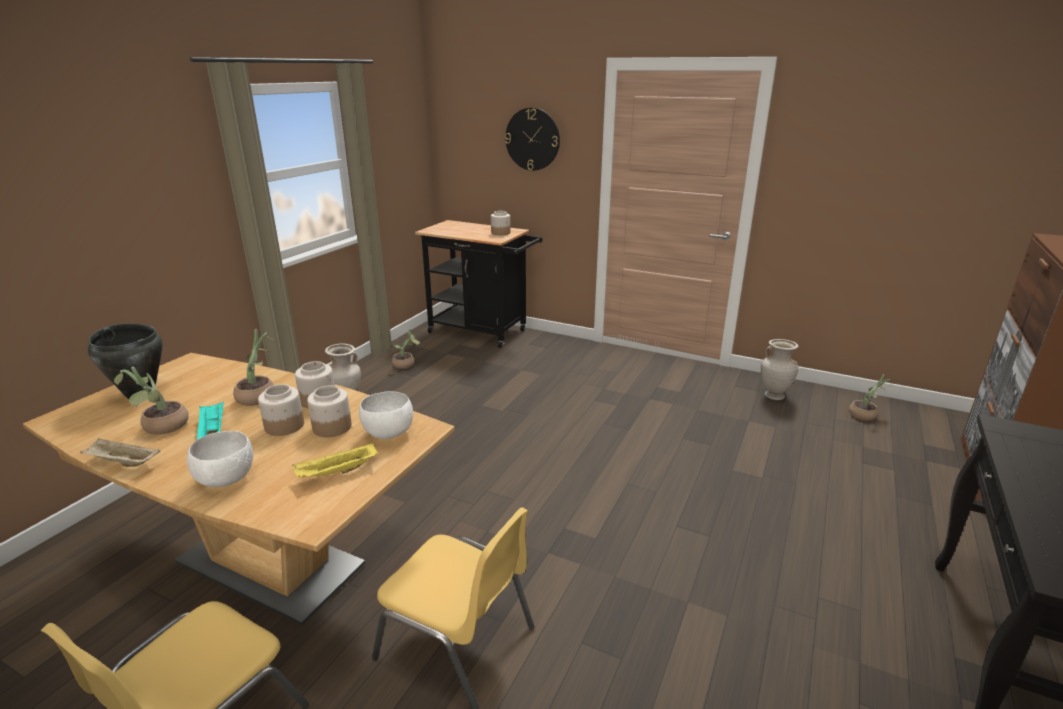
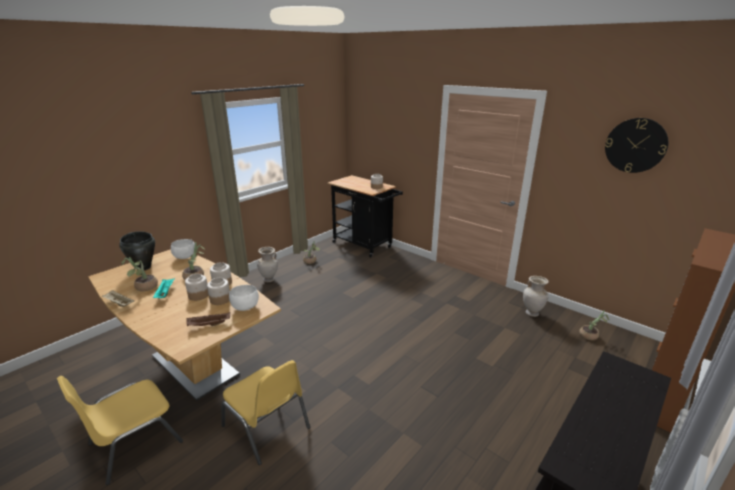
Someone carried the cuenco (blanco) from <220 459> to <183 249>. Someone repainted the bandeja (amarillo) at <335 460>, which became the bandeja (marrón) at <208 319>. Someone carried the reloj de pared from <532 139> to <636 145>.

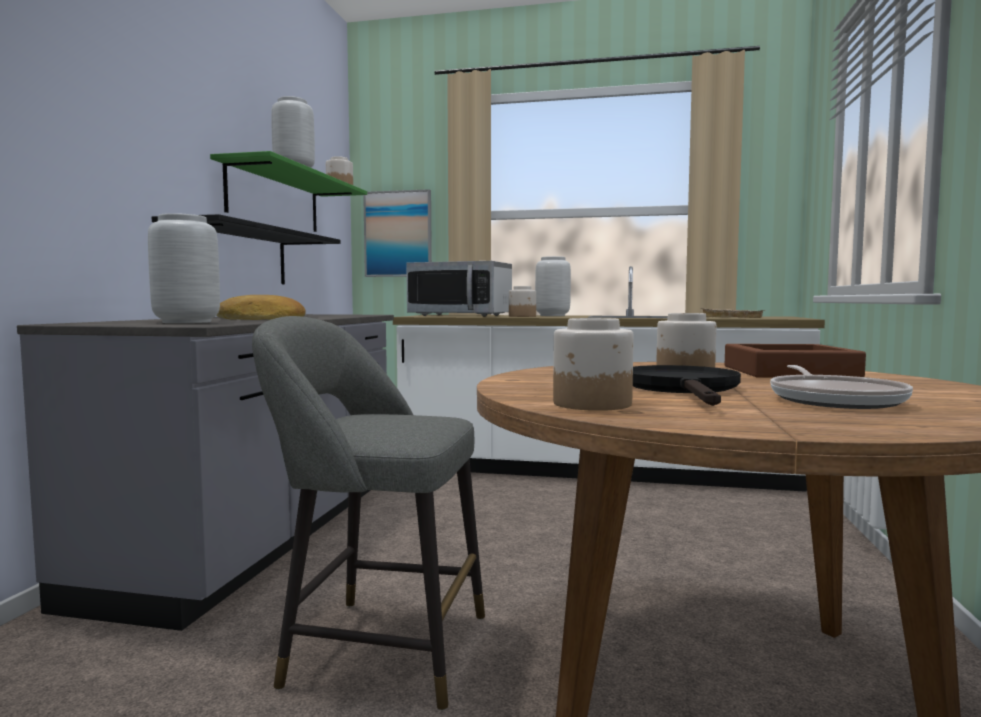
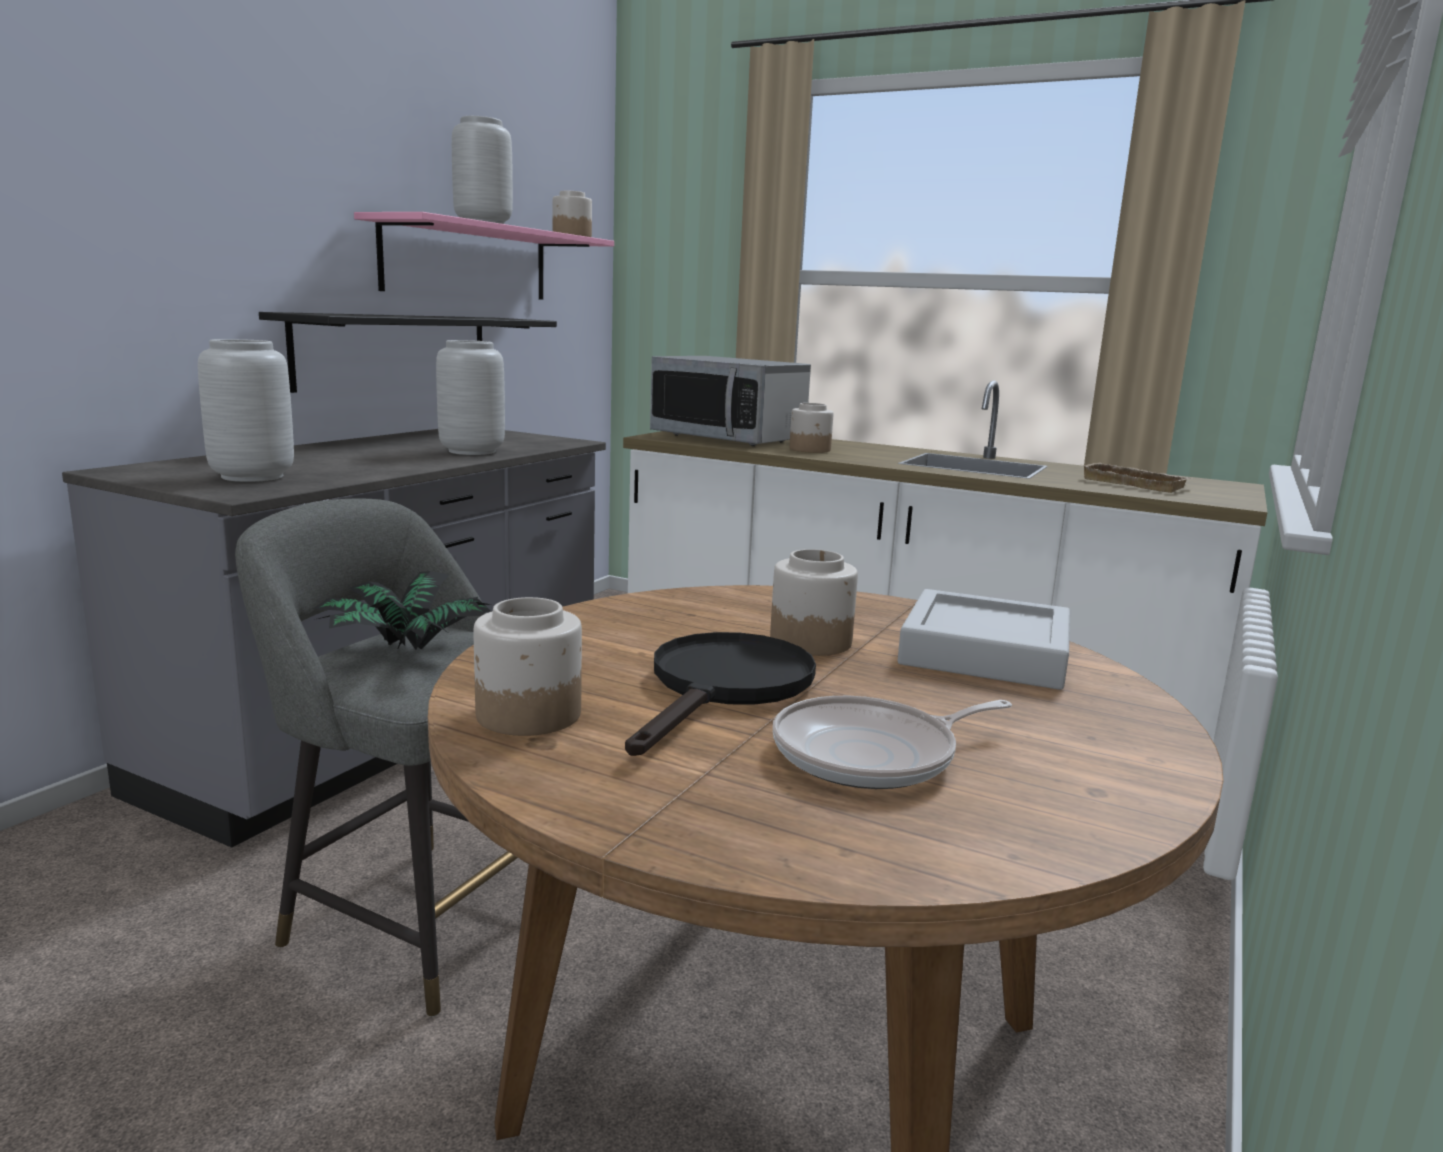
Someone repainted the estante (verde) at <288 191>, which became the estante (rosa) at <484 256>. Someone took away the pan at <261 307>. Someone took away the cuadro at <397 233>. Someone carried the florero (gris) from <553 286> to <470 397>. Someone repainted the bandeja (marrón) at <795 361>, which became the bandeja (gris) at <984 639>. Someone rotated the sartén at <841 387> by 45 degrees clockwise. Someone put down the planta en maceta at <402 610>.

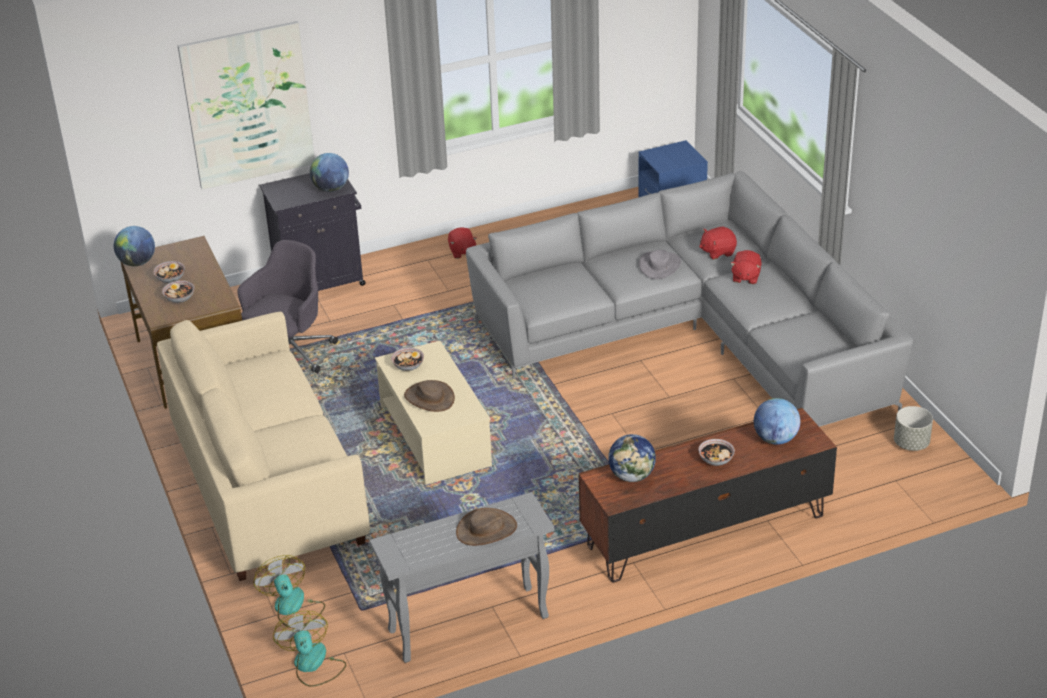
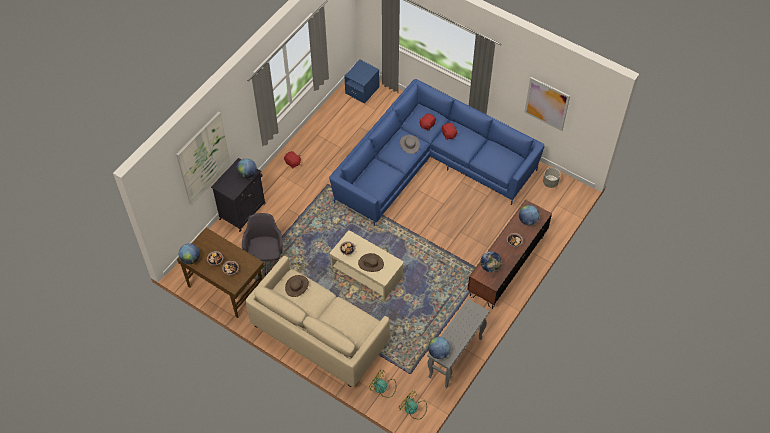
Someone carried the sombrero (marrón) from <486 527> to <297 286>. Someone repainted the sofá (gris) at <689 299>, which became the sofá (azul) at <436 152>. Someone put down the globo terráqueo at <439 348>. Someone put up the cuadro at <547 104>.

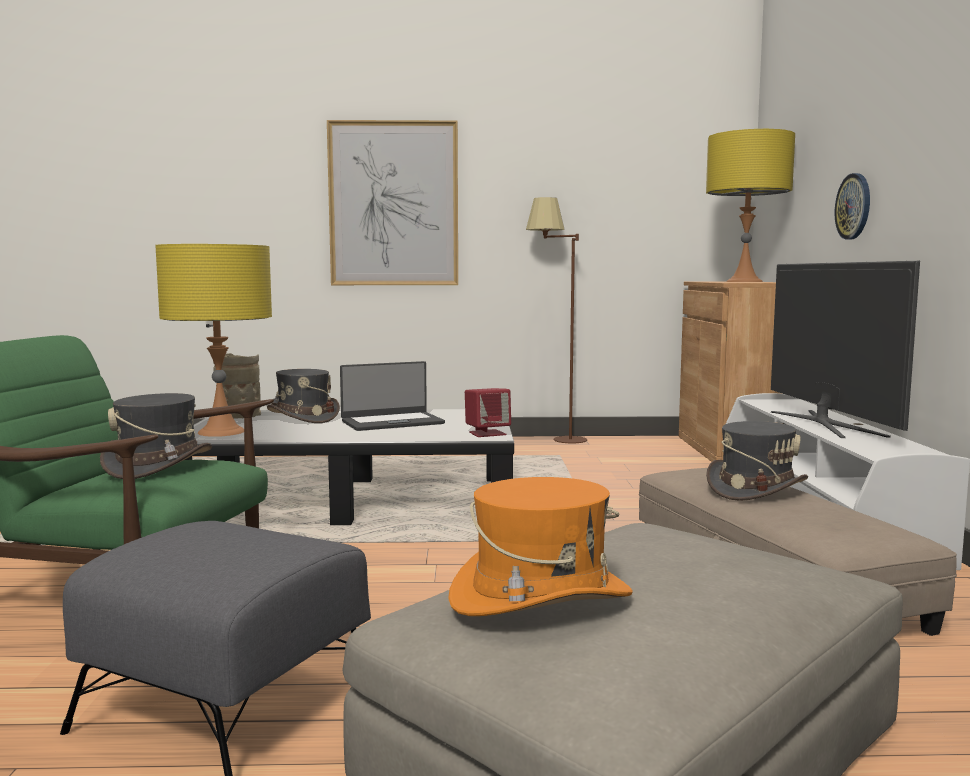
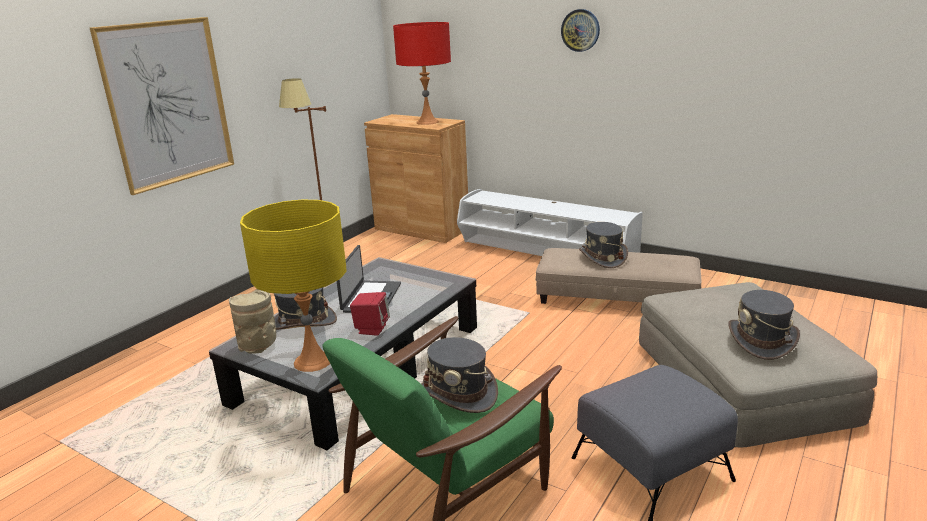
Someone repainted the sombrero (naranja) at <540 546>, which became the sombrero (gris) at <764 325>. Someone carried the altavoz (rojo) from <488 412> to <370 314>. Someone repainted the lámpara de mesa (amarillo) at <750 205>, which became the lámpara de mesa (rojo) at <422 73>. Someone took away the televisor at <845 349>. Someone carried the reloj de pared from <852 206> to <580 30>.

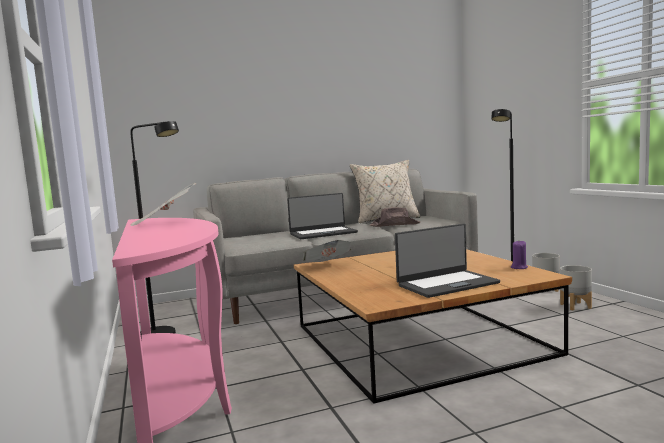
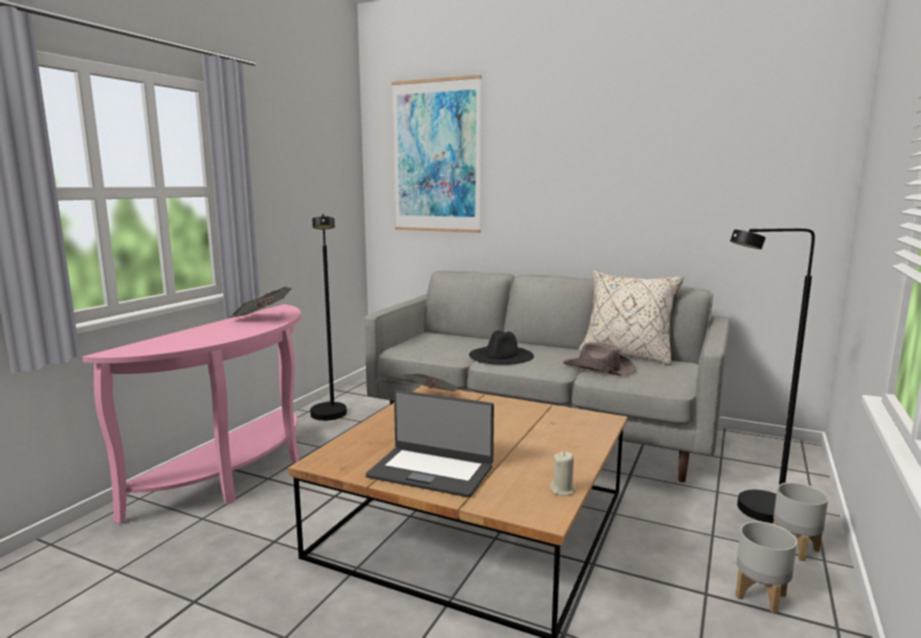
Someone swapped the portátil at <322 216> for the sombrero (negro) at <501 347>. Someone repainted the vela (morado) at <519 255>, which became the vela (beis) at <563 474>. Someone put up the cuadro at <437 154>.

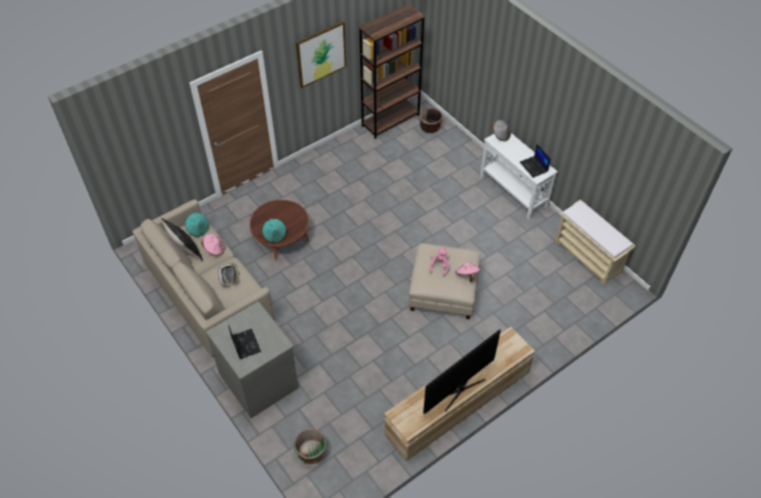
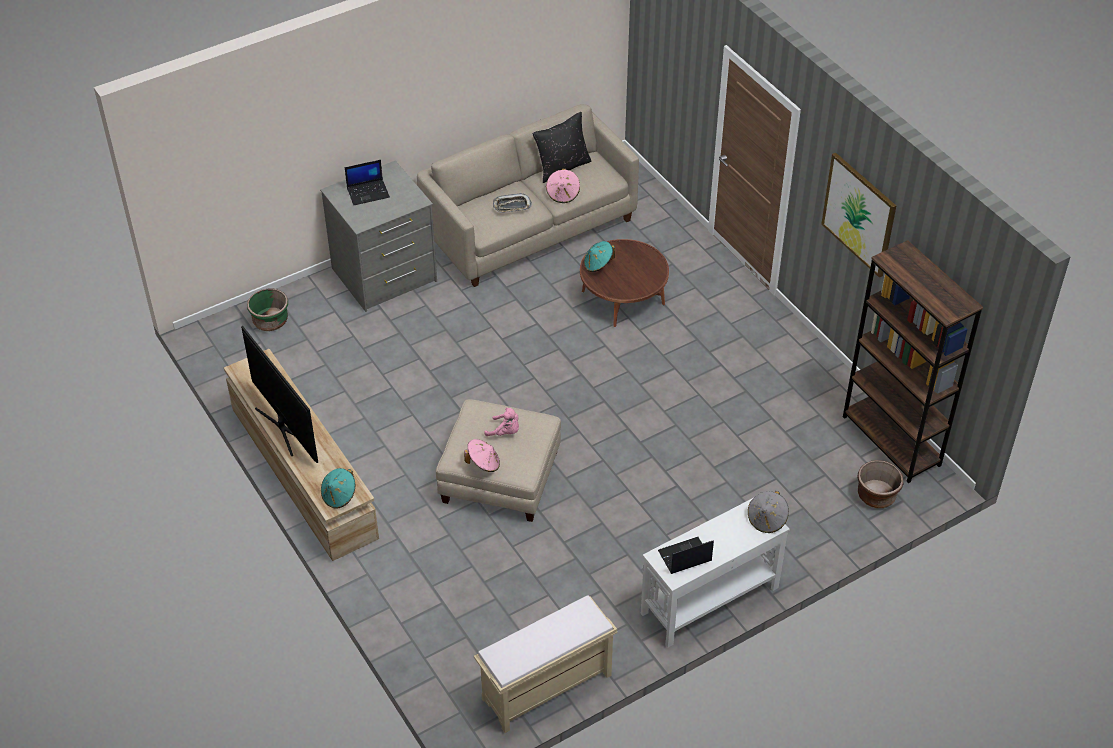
Someone carried the sombrero (turquesa) from <197 225> to <338 488>.

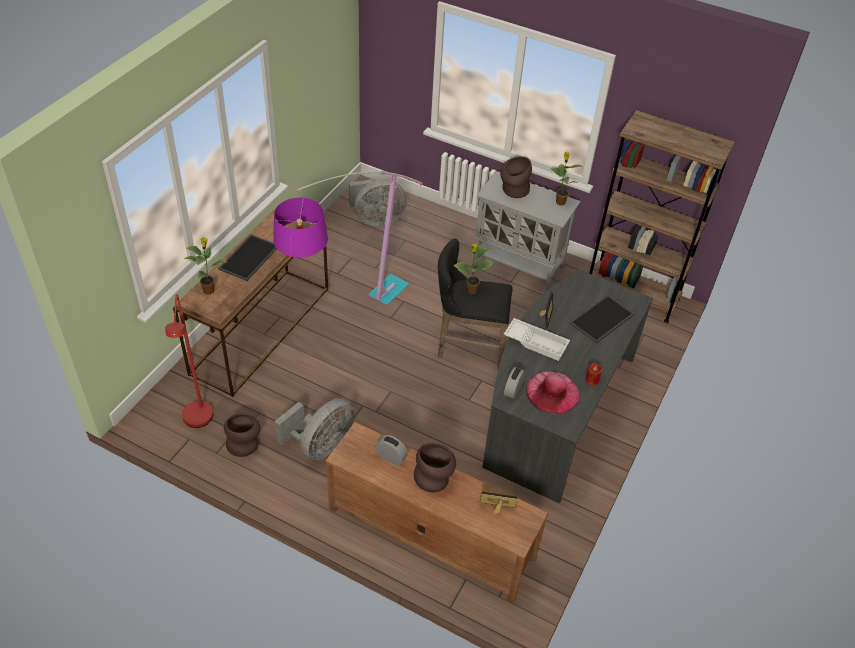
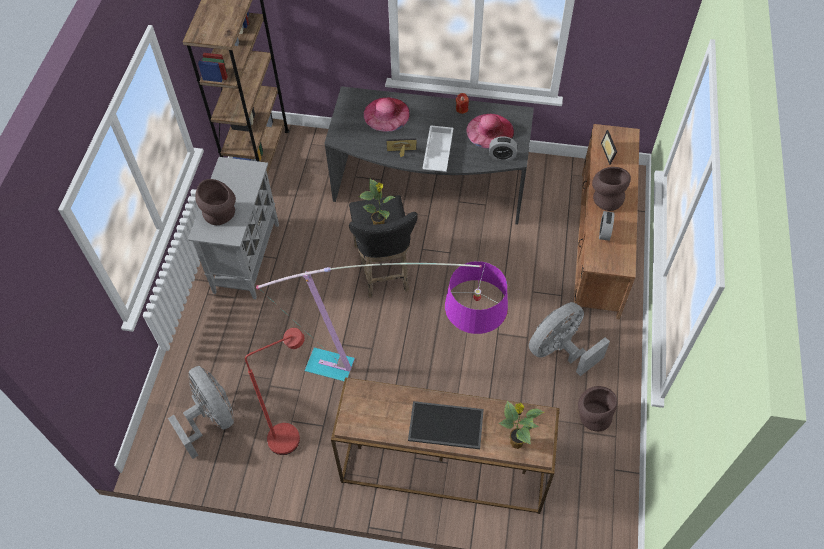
Someone carried the lámpara de pie (rojo) from <189 361> to <275 391>. Someone rotated the ventilador (gris) at <315 429> by 60 degrees counterclockwise. Someone took away the planta en maceta at <566 178>. Someone swapped the bandeja at <602 319> for the sombrero (rosa) at <387 114>.

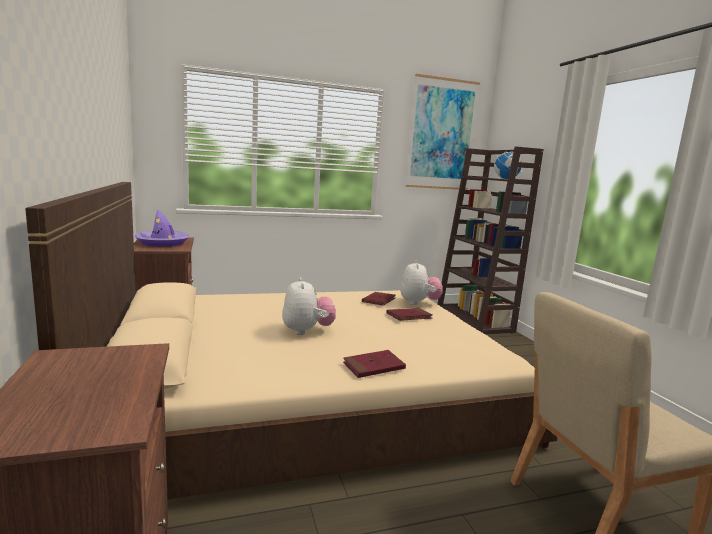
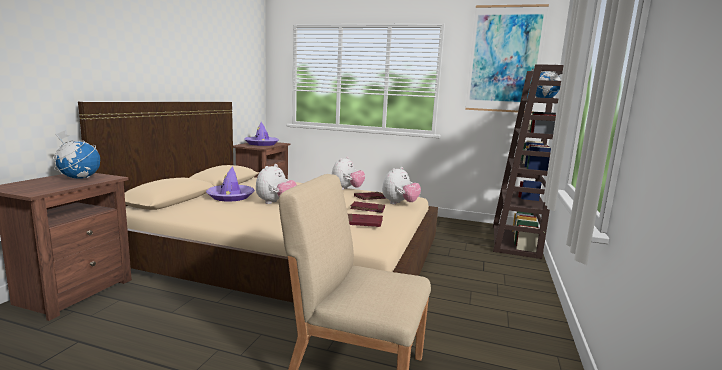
Someone carried the libro (rojo) from <374 364> to <365 220>. Someone put down the globo terráqueo at <76 155>. Someone put down the sombrero (morado) at <230 183>. Someone put down the peluche at <348 173>.

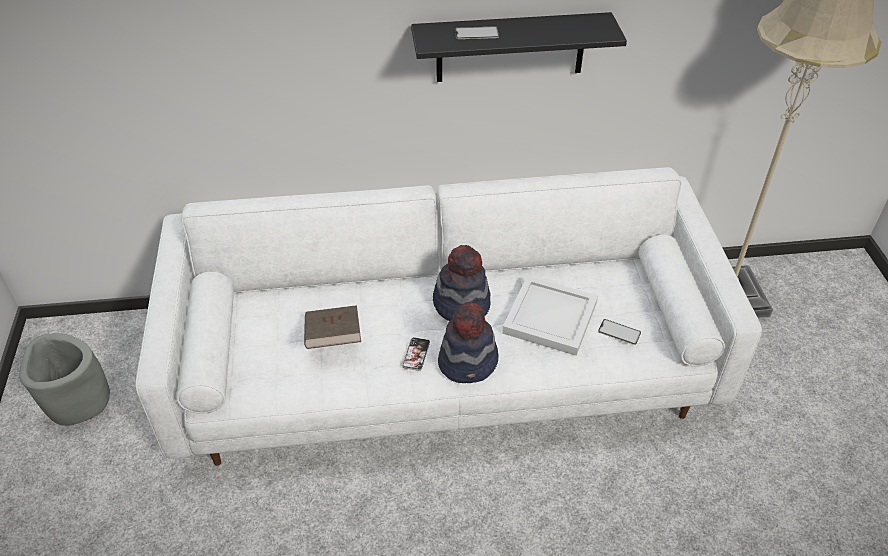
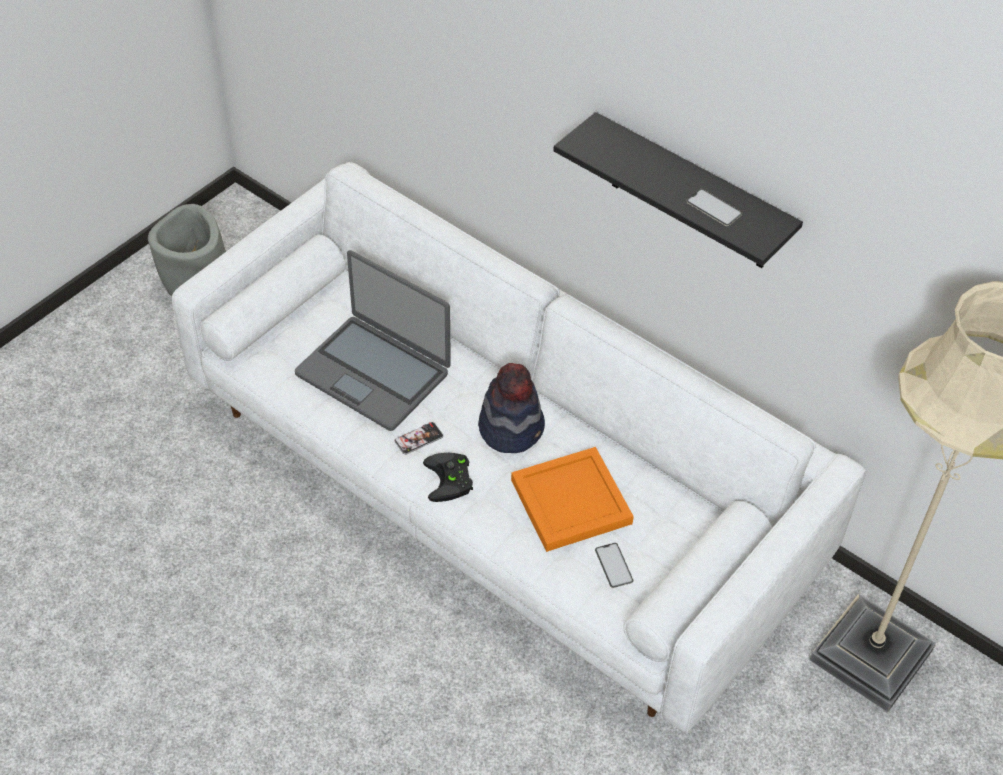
Someone swapped the libro (marrón) at <332 327> for the portátil at <373 340>. Someone swapped the sombrero at <468 342> for the mando de consola (negro) at <448 477>. Someone carried the móvil from <477 32> to <714 207>. Someone repainted the bandeja (blanco) at <550 316>, which became the bandeja (naranja) at <572 499>.

